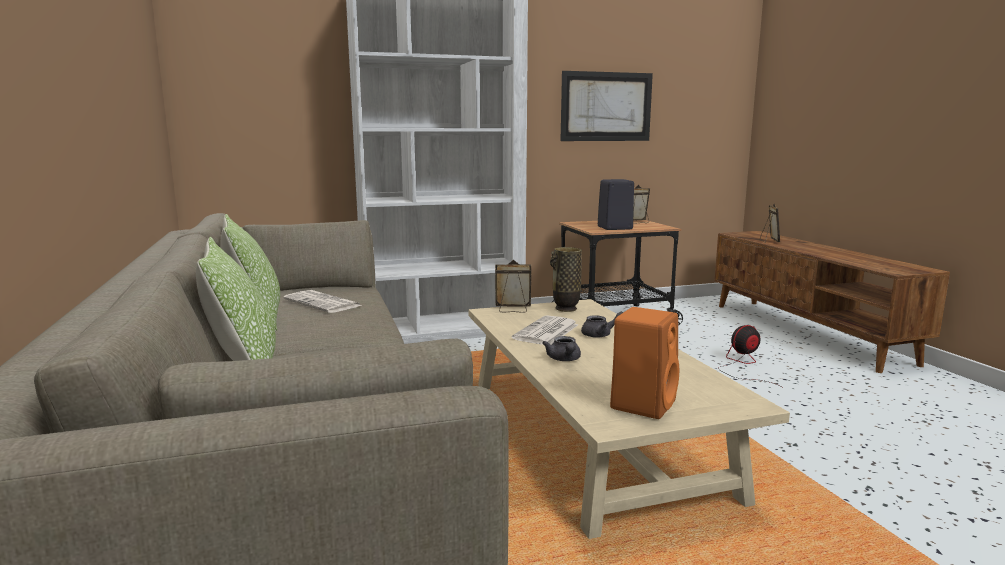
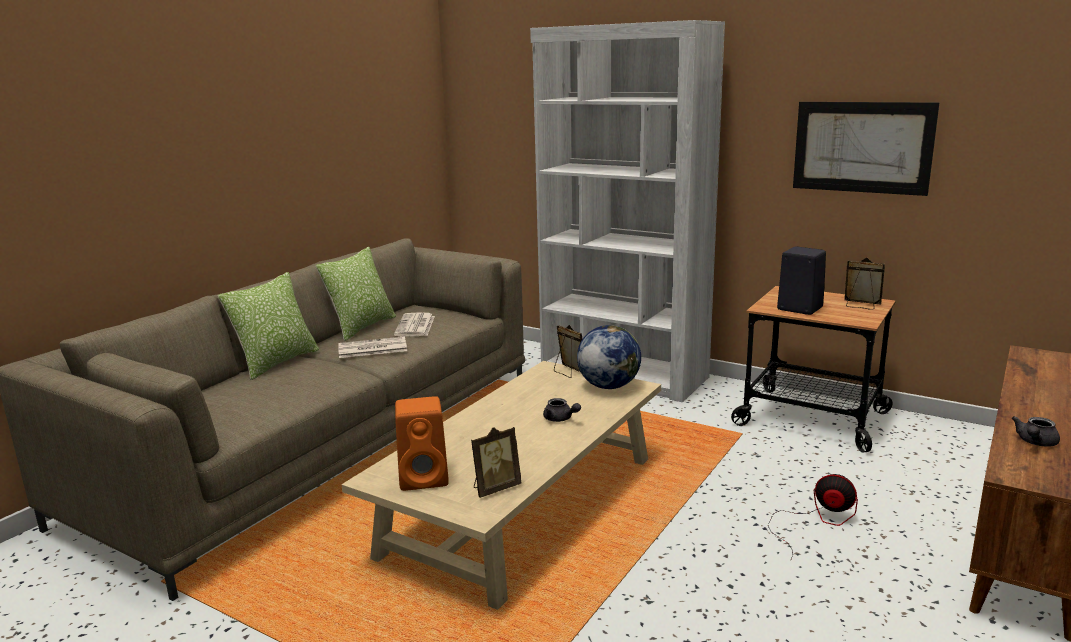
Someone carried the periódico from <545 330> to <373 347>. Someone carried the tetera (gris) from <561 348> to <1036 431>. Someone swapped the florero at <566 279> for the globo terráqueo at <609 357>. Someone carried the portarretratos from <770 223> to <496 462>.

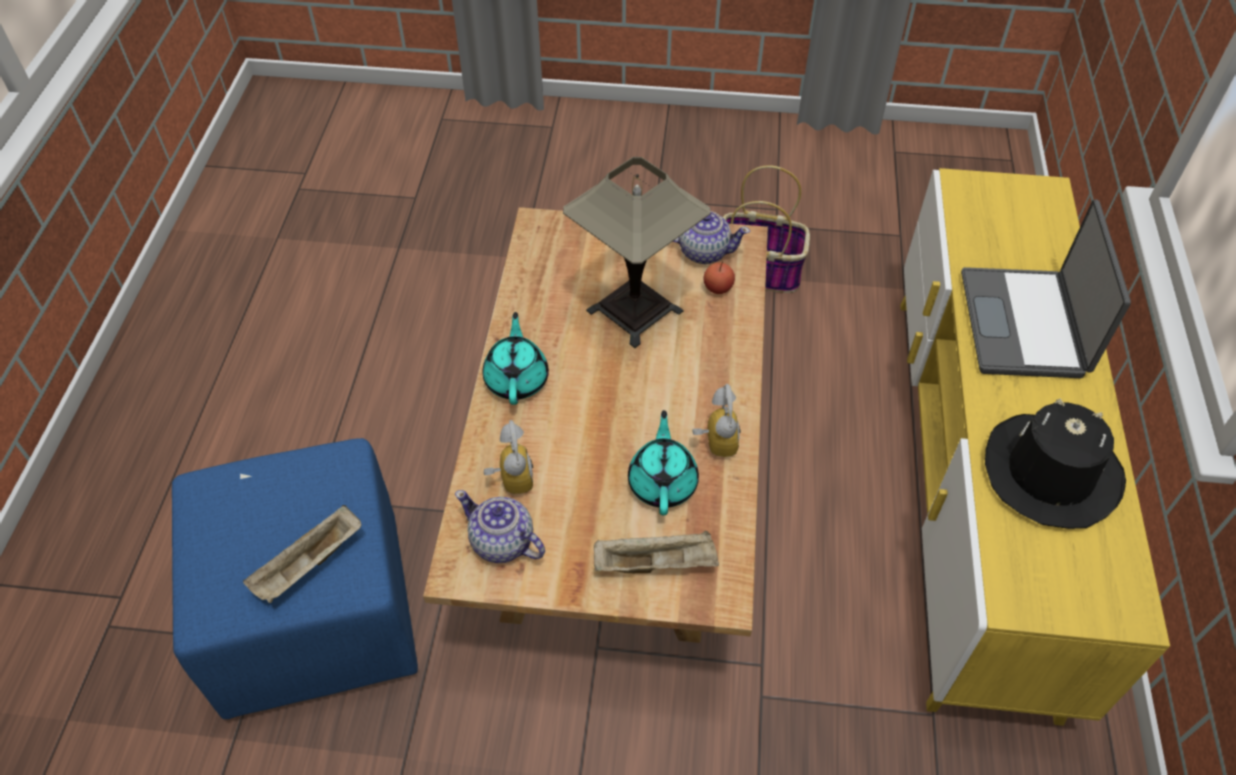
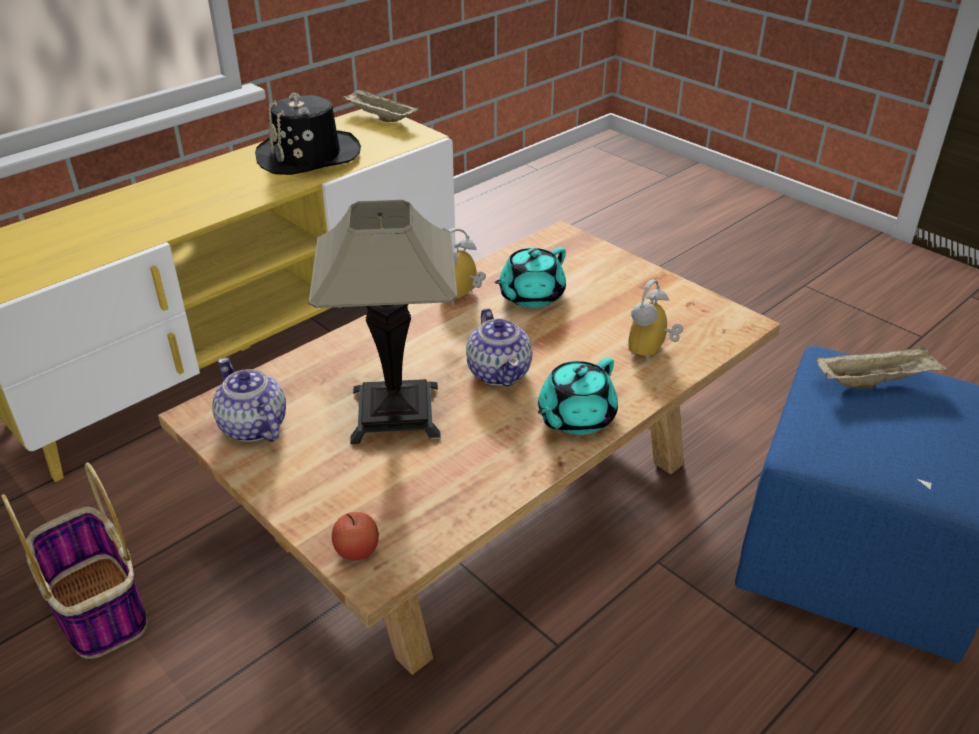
Someone carried the tetera from <500 526> to <499 347>. Someone carried the bandeja (beis) from <656 552> to <380 105>. Someone carried the manzana from <719 277> to <355 536>. Someone took away the portátil at <1046 289>.

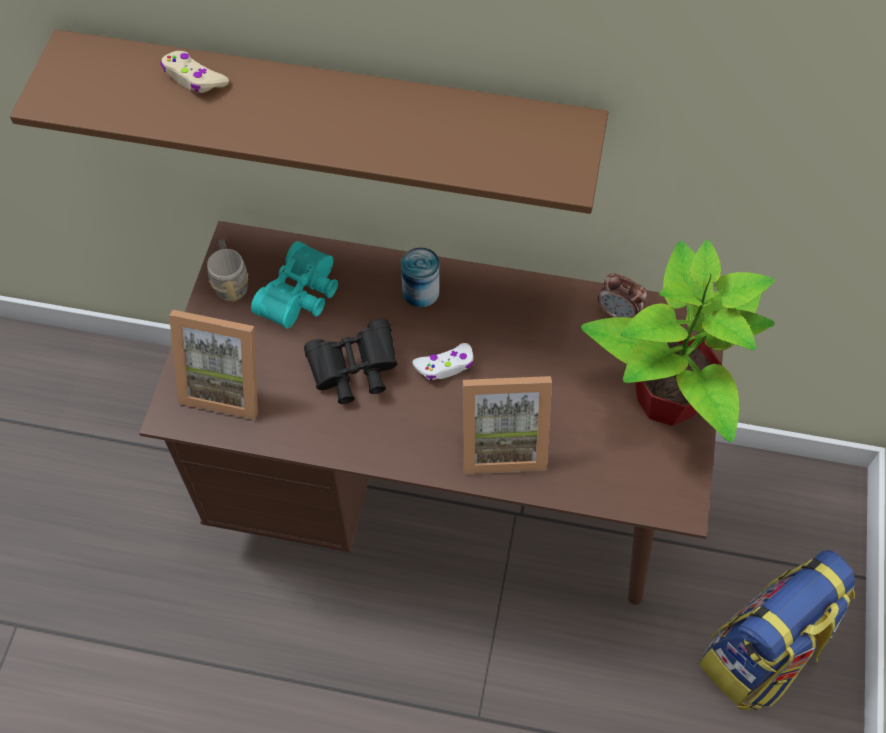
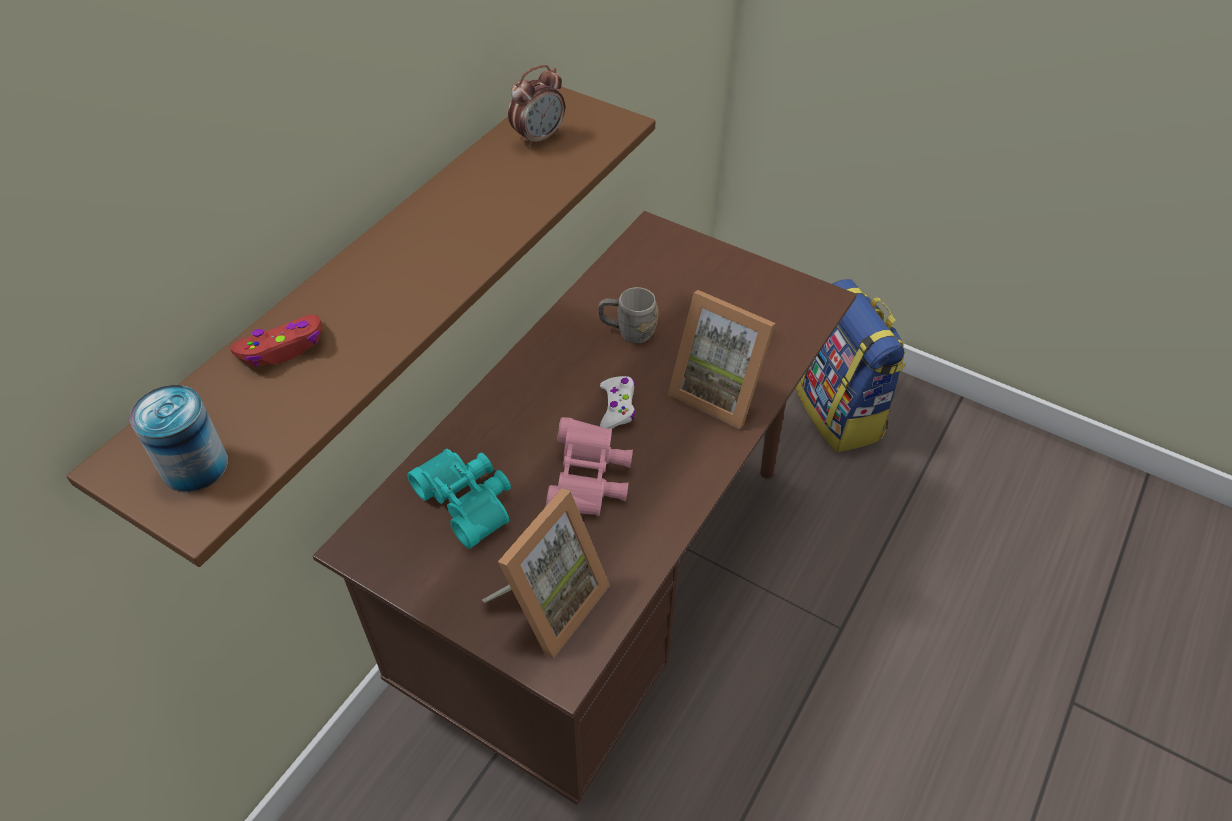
Someone repainted the mando de consola (beis) at <194 72>, which became the mando de consola (rojo) at <276 341>. Someone carried the taza grande (gris) from <227 270> to <628 315>. Someone repainted the prismáticos (negro) at <351 361>, which became the prismáticos (rosa) at <589 466>. Someone carried the lata from <420 277> to <179 438>. Someone rotated the portarretratos at <507 425> by 105 degrees clockwise. Someone took away the planta en maceta at <678 340>. Someone carried the despertador from <622 295> to <536 106>.

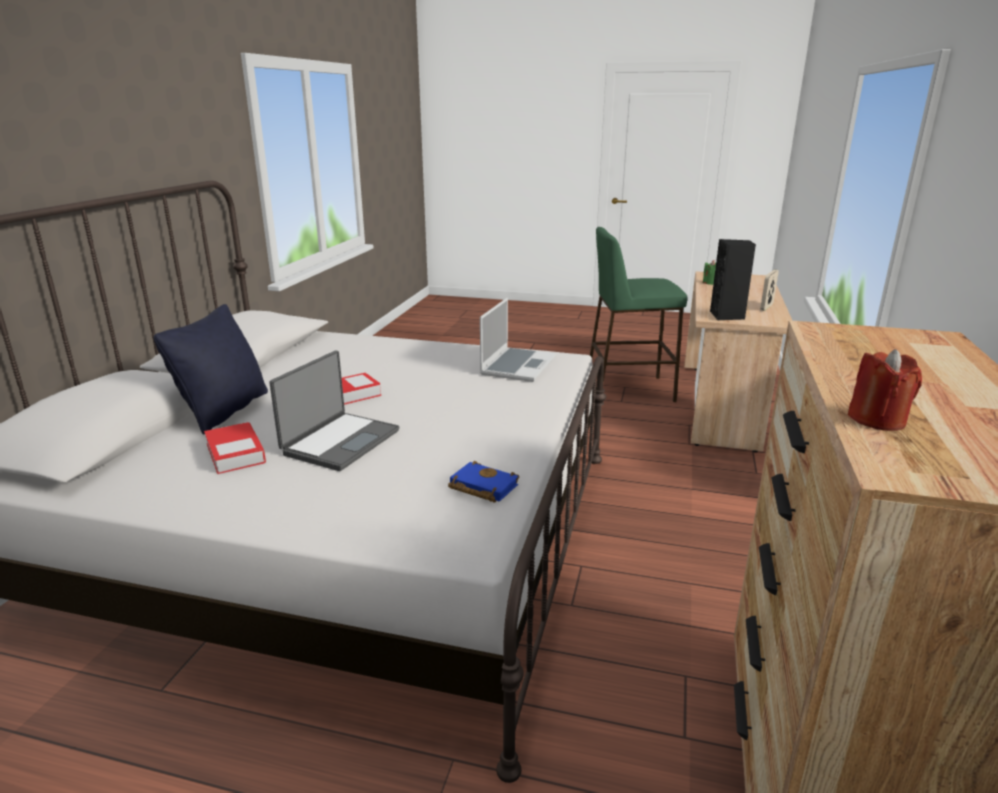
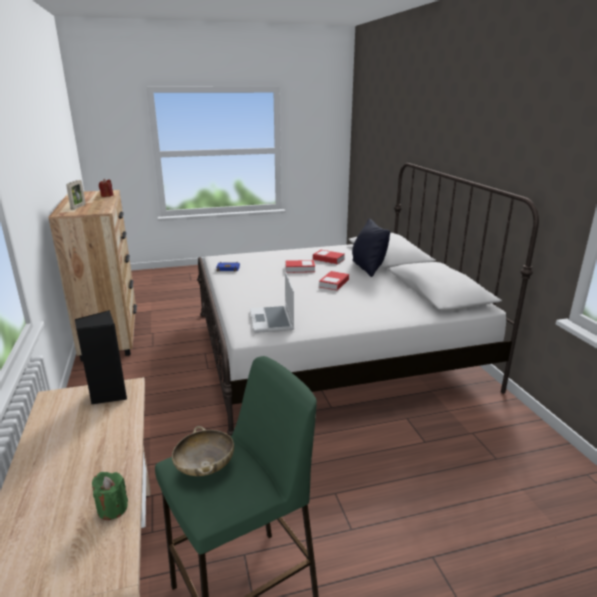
Someone swapped the portátil at <334 410> for the libro at <300 266>. Someone carried the portarretratos from <769 290> to <76 195>. Someone put down the cuenco (beis) at <203 451>.

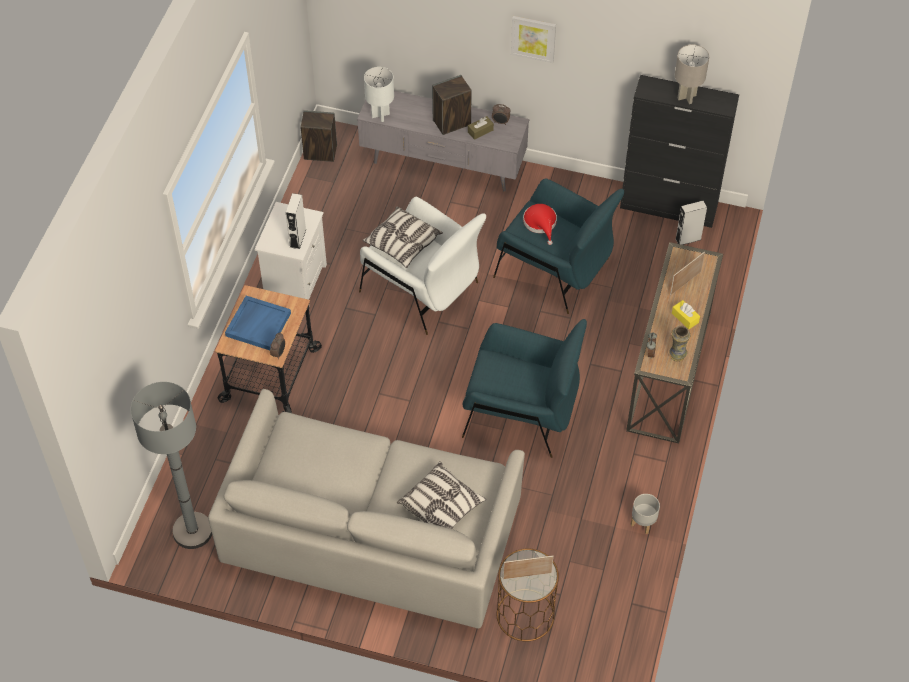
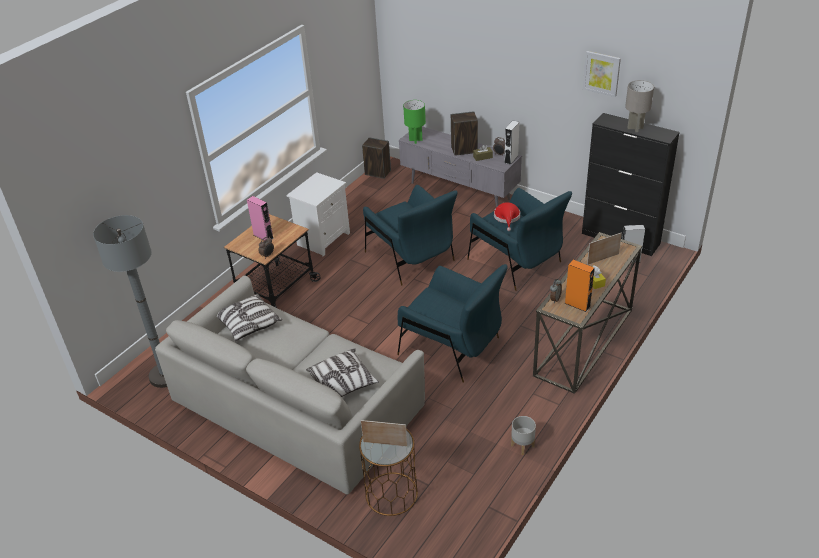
Someone swapped the bandeja (azul) at <258 323> for the altavoz (rosa) at <260 218>. Someone carried the altavoz (blanco) from <296 221> to <511 143>. Someone repainted the sillón (blanco) at <422 266>, which became the sillón (azul) at <410 235>. Someone carried the cojín from <402 237> to <249 317>. Someone repainted the lámpara de mesa (blanco) at <379 94>, which became the lámpara de mesa (verde) at <414 122>. Someone carried the cuadro from <533 39> to <602 74>. Someone swapped the florero at <679 344> for the altavoz (naranja) at <580 286>.

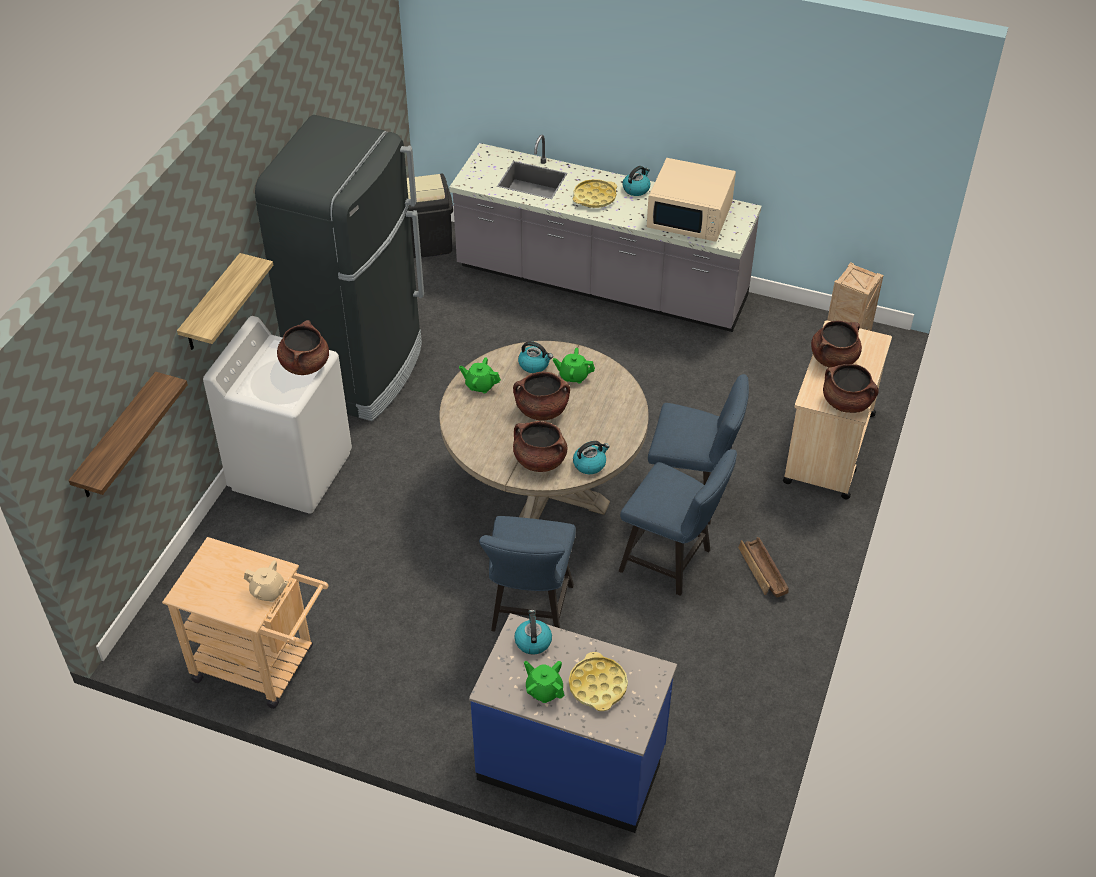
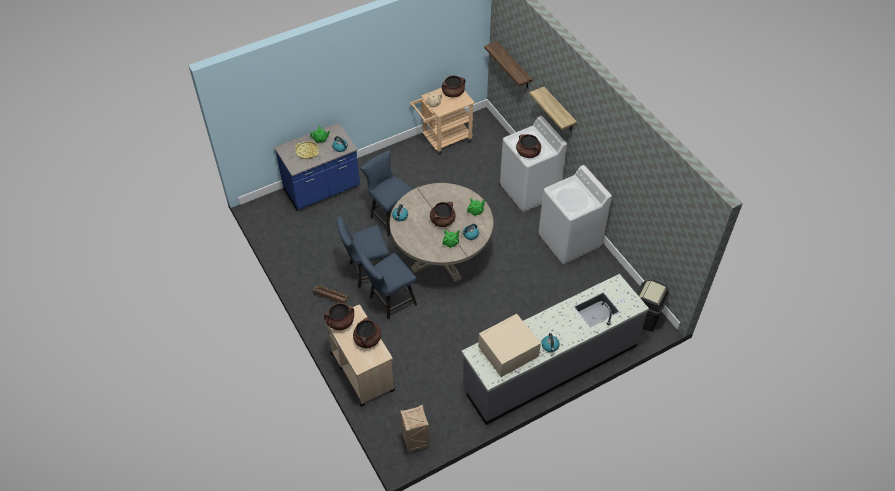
Someone swapped the nevera (negro) at <339 268> for the lavadora (blanco) at <575 214>. Someone carried the olla (marrón) from <540 446> to <454 86>. Someone took away the bandeja (amarillo) at <595 193>.

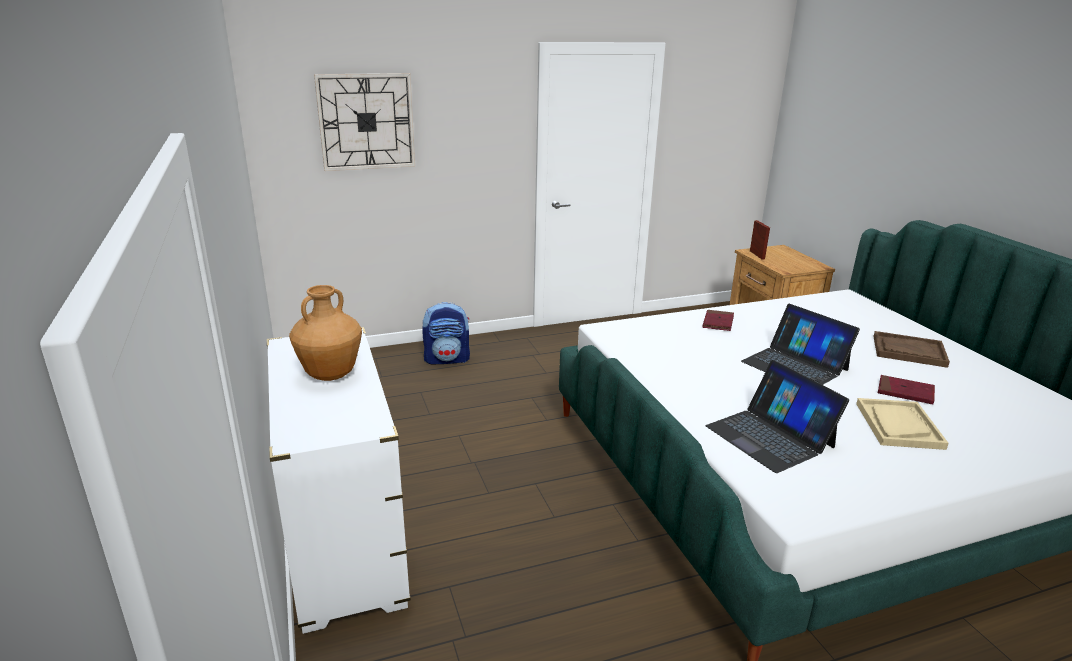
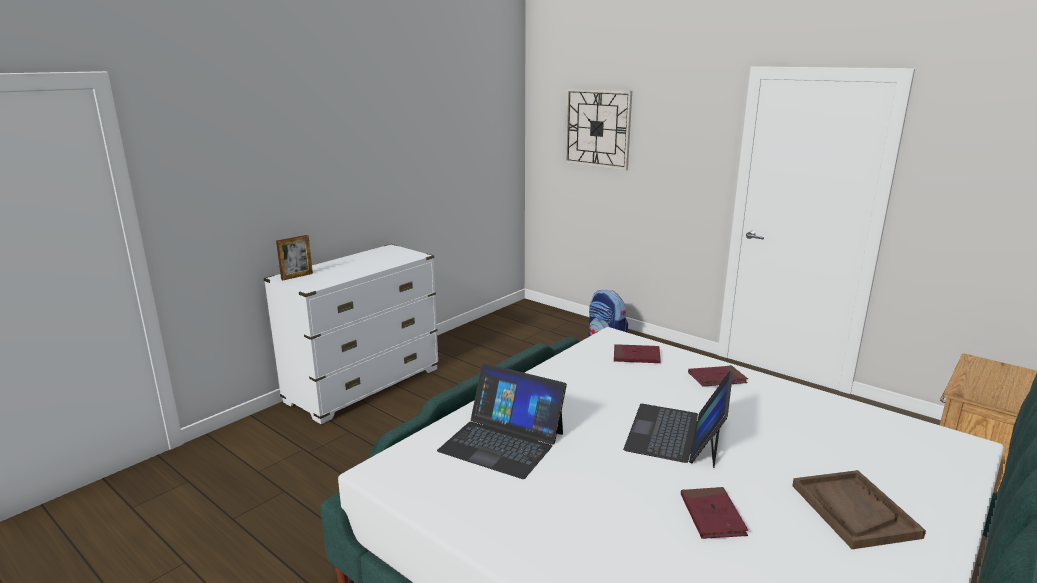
Someone took away the florero (marrón) at <325 333>. Someone rotated the portátil at <777 416> by 90 degrees counterclockwise. Someone carried the portarretratos from <760 239> to <294 257>. Someone took away the bandeja (beis) at <902 424>. Someone put down the libro (rojo) at <637 353>.

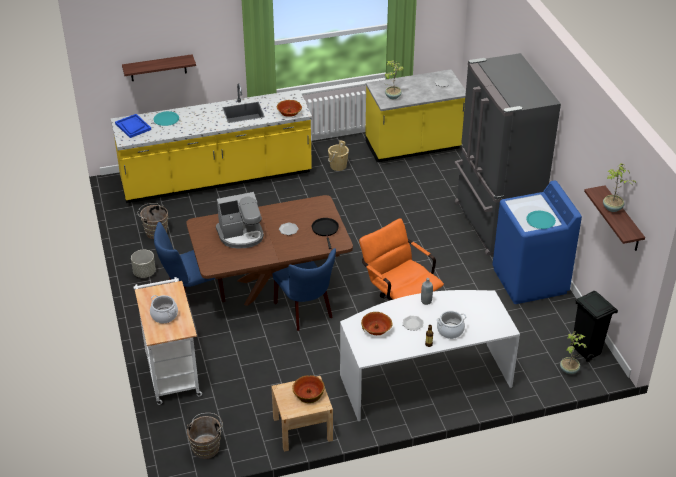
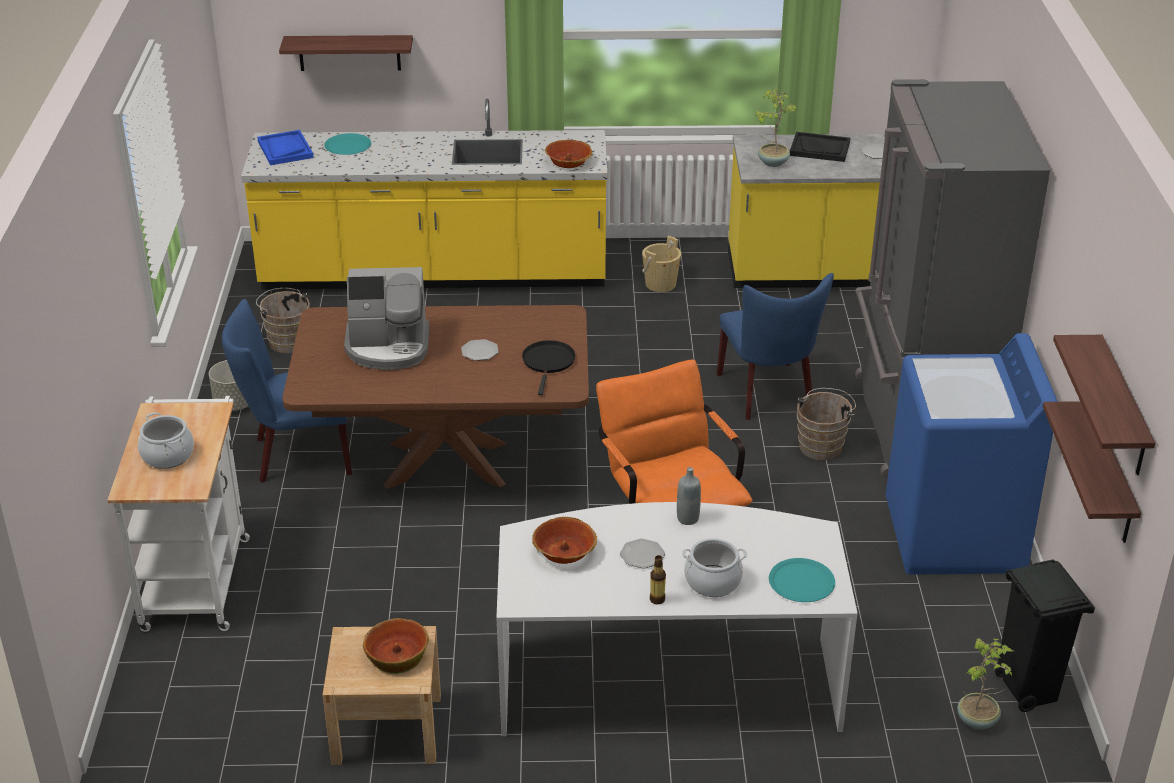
Someone carried the cubo (marrón) from <205 436> to <826 424>. Someone carried the silla (azul) from <304 289> to <775 346>. Someone carried the plato (turquesa) from <541 220> to <802 580>. Someone took away the planta en maceta at <619 187>. Someone put down the bandeja (negro) at <820 147>. Someone put up the estante at <1092 472>.

